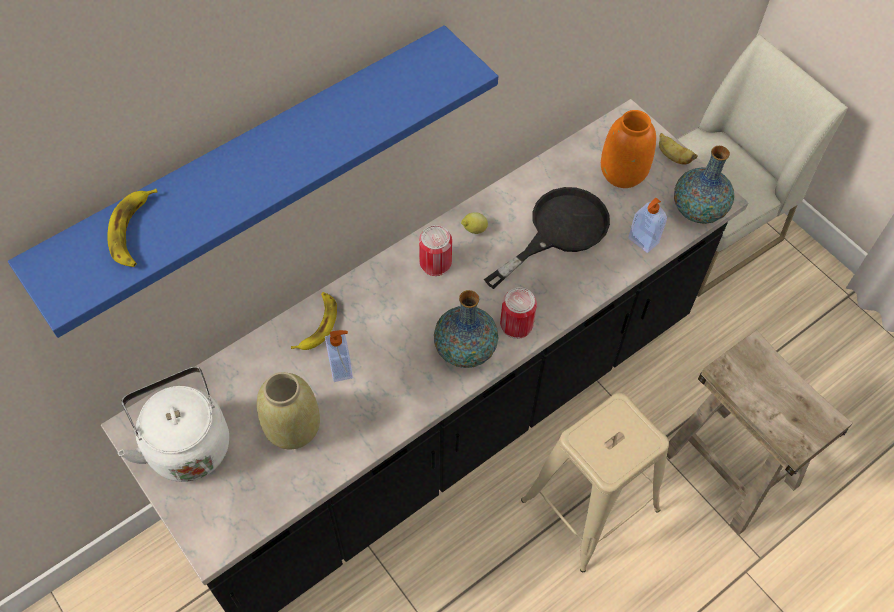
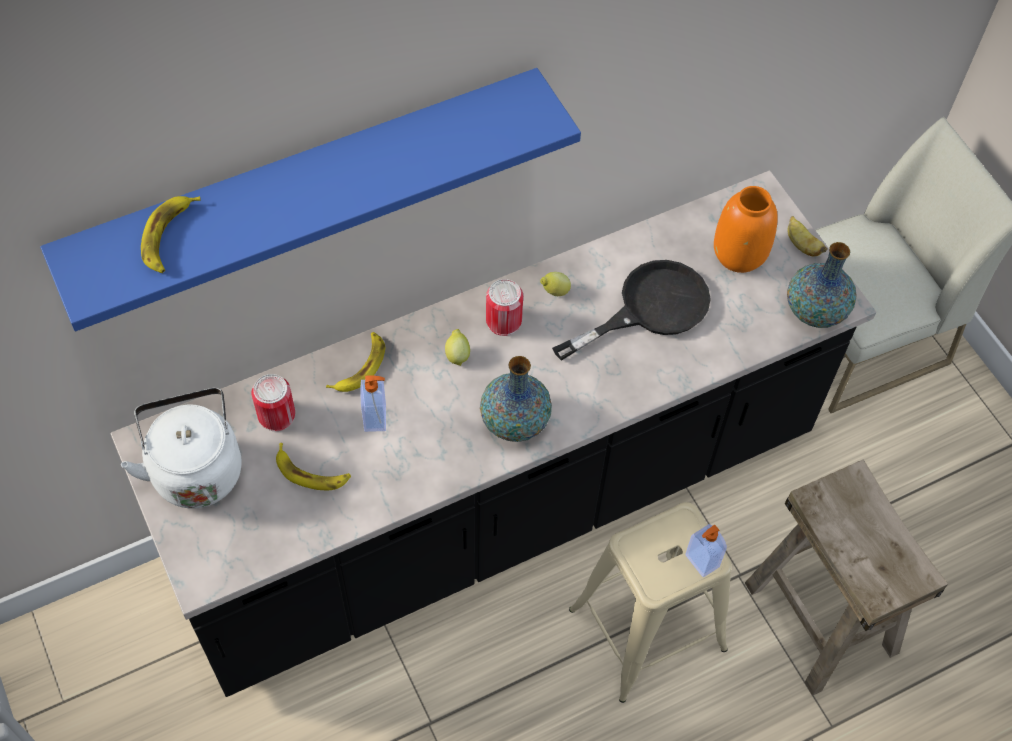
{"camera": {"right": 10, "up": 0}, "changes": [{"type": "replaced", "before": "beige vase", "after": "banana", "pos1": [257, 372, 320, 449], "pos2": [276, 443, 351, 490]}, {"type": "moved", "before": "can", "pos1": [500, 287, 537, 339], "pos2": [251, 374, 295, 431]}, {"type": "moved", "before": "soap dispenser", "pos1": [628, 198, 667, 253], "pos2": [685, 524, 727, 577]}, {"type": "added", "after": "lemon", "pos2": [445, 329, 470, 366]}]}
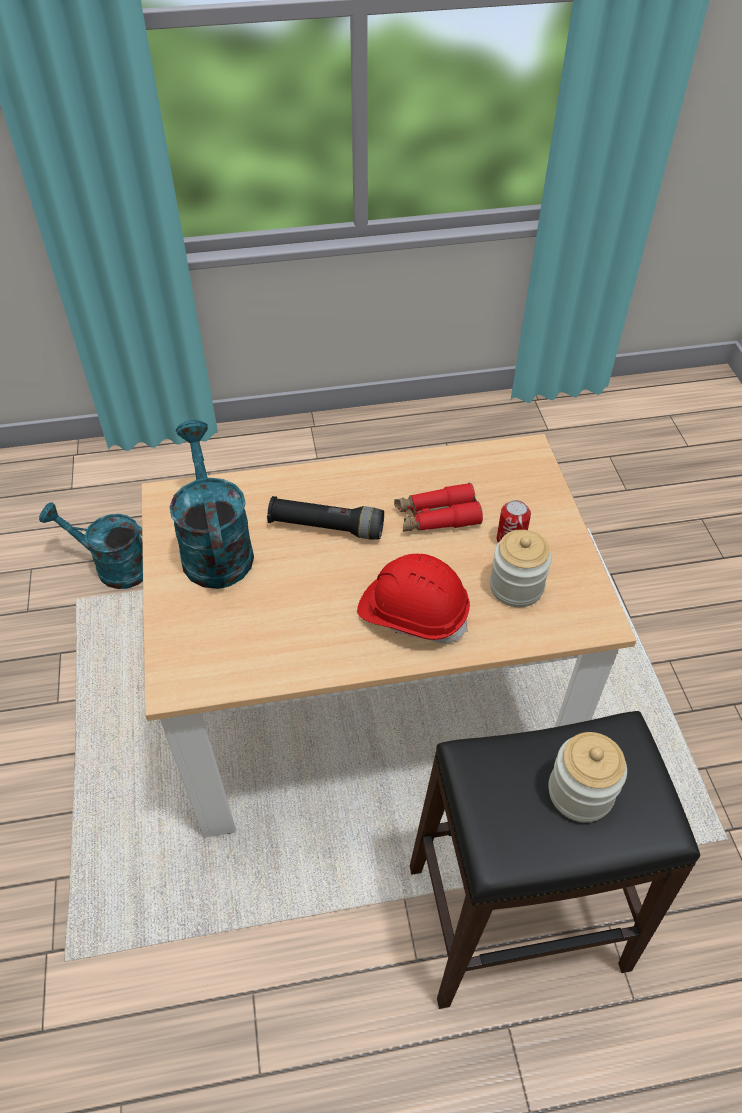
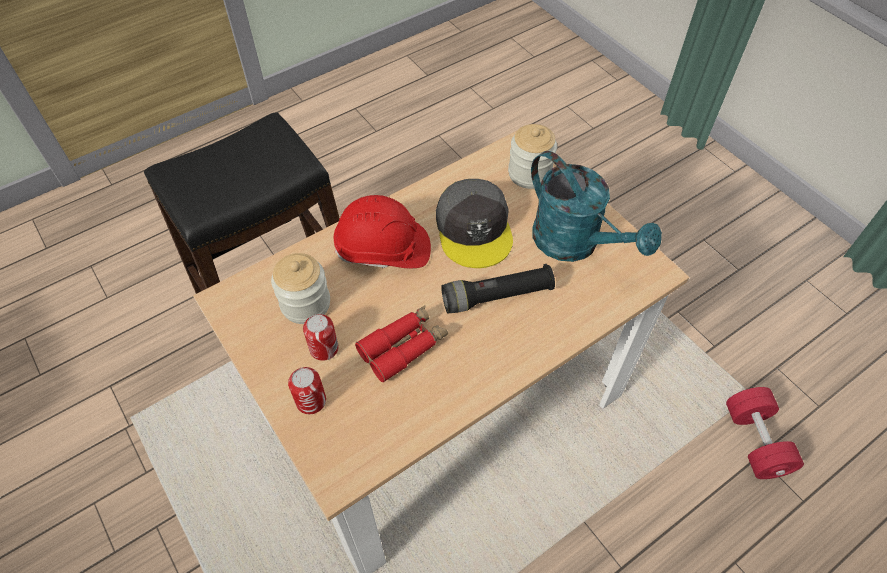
{"camera": {"right": 155, "up": 5}, "changes": [{"type": "replaced", "before": "turquoise watering can", "after": "red dumbbell", "pos1": [39, 502, 143, 589], "pos2": [726, 387, 804, 479]}, {"type": "moved", "before": "jar", "pos1": [548, 732, 627, 822], "pos2": [508, 124, 557, 189]}, {"type": "added", "after": "can", "pos2": [288, 367, 326, 414]}, {"type": "added", "after": "grey cap", "pos2": [436, 179, 513, 268]}]}
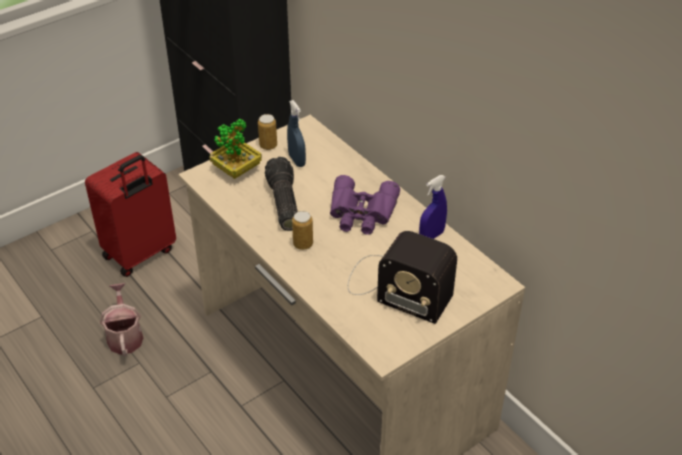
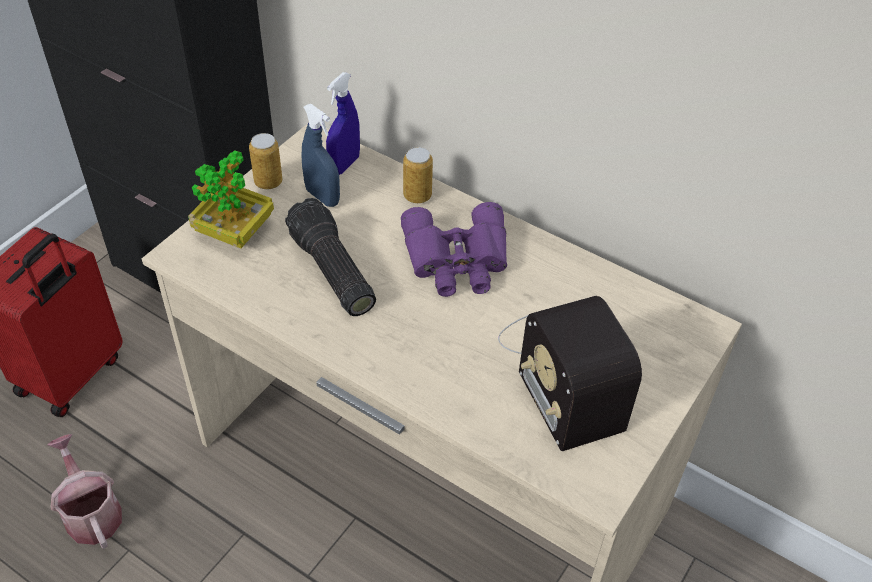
{"camera": {"right": -20, "up": 5}, "changes": [{"type": "moved", "before": "can", "pos1": [292, 211, 313, 250], "pos2": [403, 147, 433, 203]}, {"type": "turned", "before": "radio", "pos1": [348, 231, 457, 324], "pos2": [498, 296, 642, 451], "turn": 60}, {"type": "moved", "before": "blue spray bottle", "pos1": [419, 175, 447, 239], "pos2": [326, 72, 360, 175]}]}
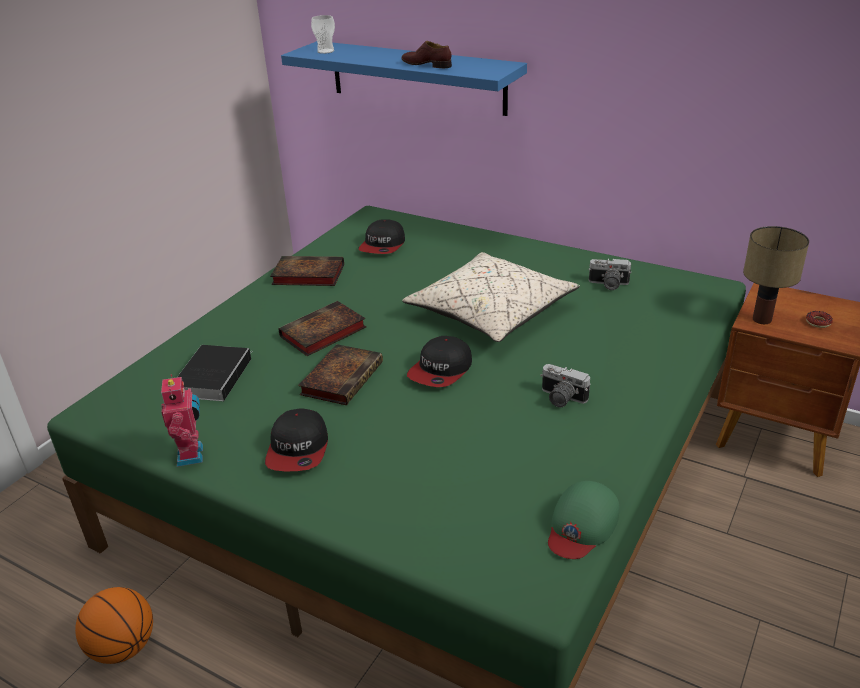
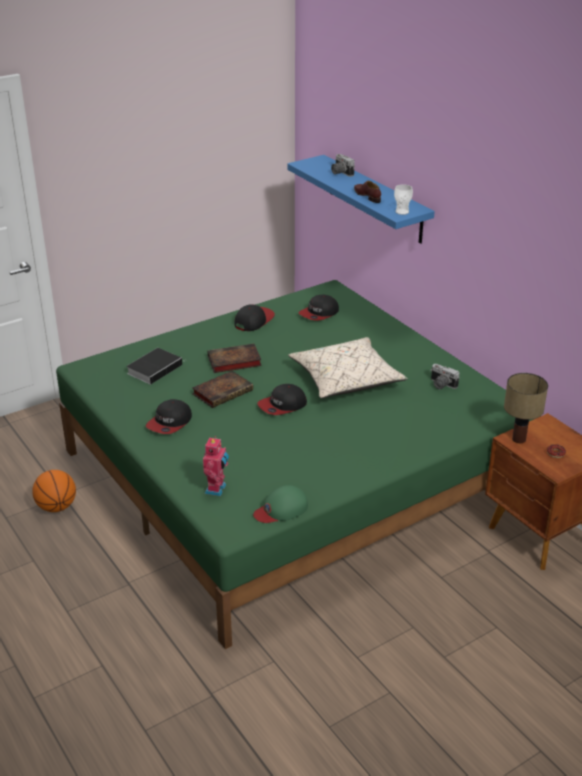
{"camera": {"right": 25, "up": 0}, "changes": [{"type": "moved", "before": "toy robot", "pos1": [161, 374, 203, 467], "pos2": [203, 436, 229, 496]}, {"type": "replaced", "before": "book", "after": "cap", "pos1": [270, 256, 344, 286], "pos2": [235, 304, 275, 331]}, {"type": "moved", "before": "cup", "pos1": [311, 15, 335, 54], "pos2": [394, 184, 413, 215]}, {"type": "moved", "before": "photo camera", "pos1": [540, 364, 591, 407], "pos2": [331, 154, 355, 177]}]}
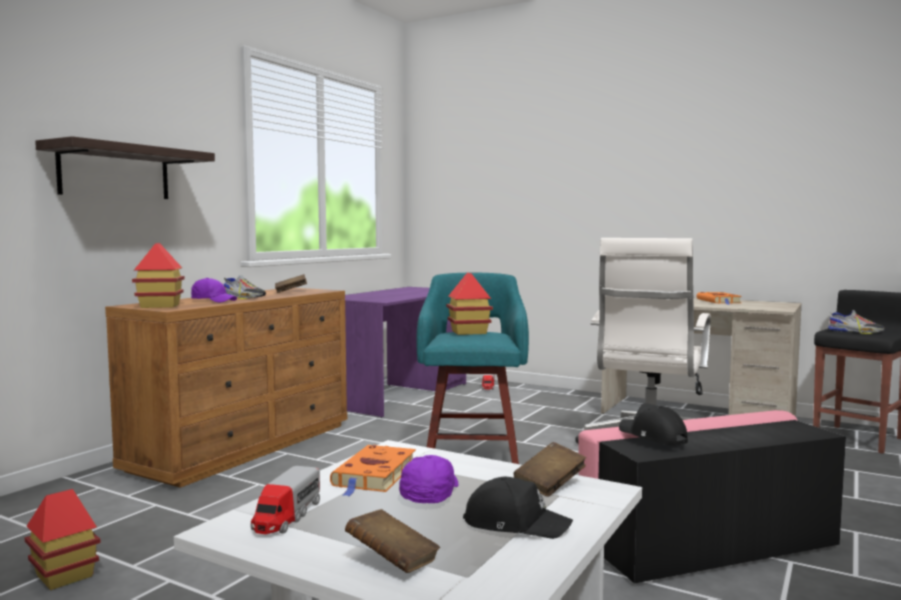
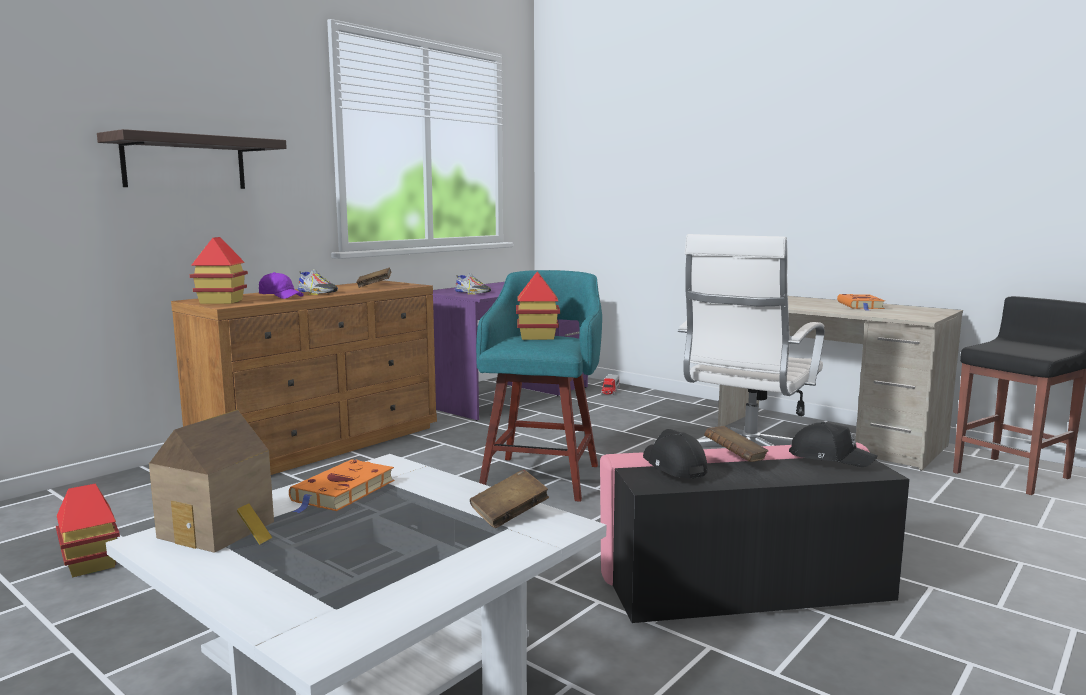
{"camera": {"right": 10, "up": 5}, "changes": [{"type": "replaced", "before": "toy truck", "after": "toy house", "pos1": [250, 466, 320, 534], "pos2": [149, 409, 274, 553]}, {"type": "moved", "before": "brown book", "pos1": [345, 509, 440, 573], "pos2": [704, 426, 768, 462]}, {"type": "removed", "before": "purple cap", "pos1": [399, 455, 458, 503]}, {"type": "moved", "before": "black cap", "pos1": [463, 476, 573, 539], "pos2": [789, 422, 878, 467]}, {"type": "moved", "before": "shoe", "pos1": [828, 310, 885, 334], "pos2": [455, 273, 491, 294]}]}
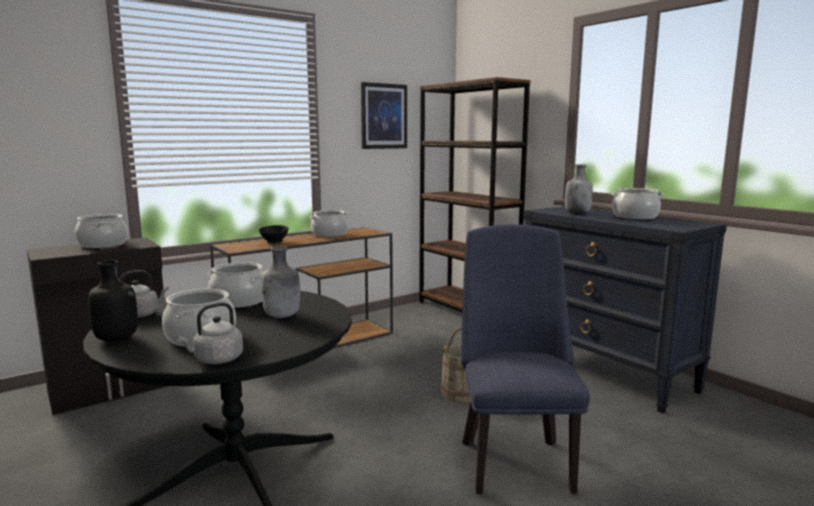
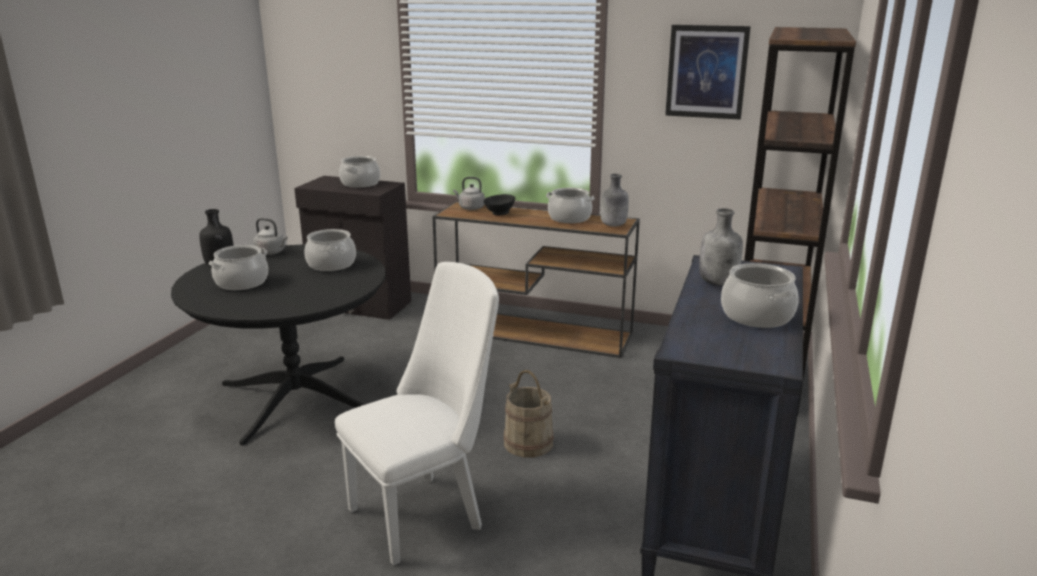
{"camera": {"right": 55, "up": 10}, "changes": [{"type": "moved", "before": "grey kettle", "pos1": [178, 302, 243, 364], "pos2": [453, 177, 485, 210]}, {"type": "moved", "before": "grey bottle", "pos1": [261, 246, 300, 318], "pos2": [600, 174, 629, 227]}, {"type": "recoloured", "before": "blue chair", "after": "white chair", "pos1": [461, 224, 590, 494], "pos2": [335, 262, 499, 566]}]}
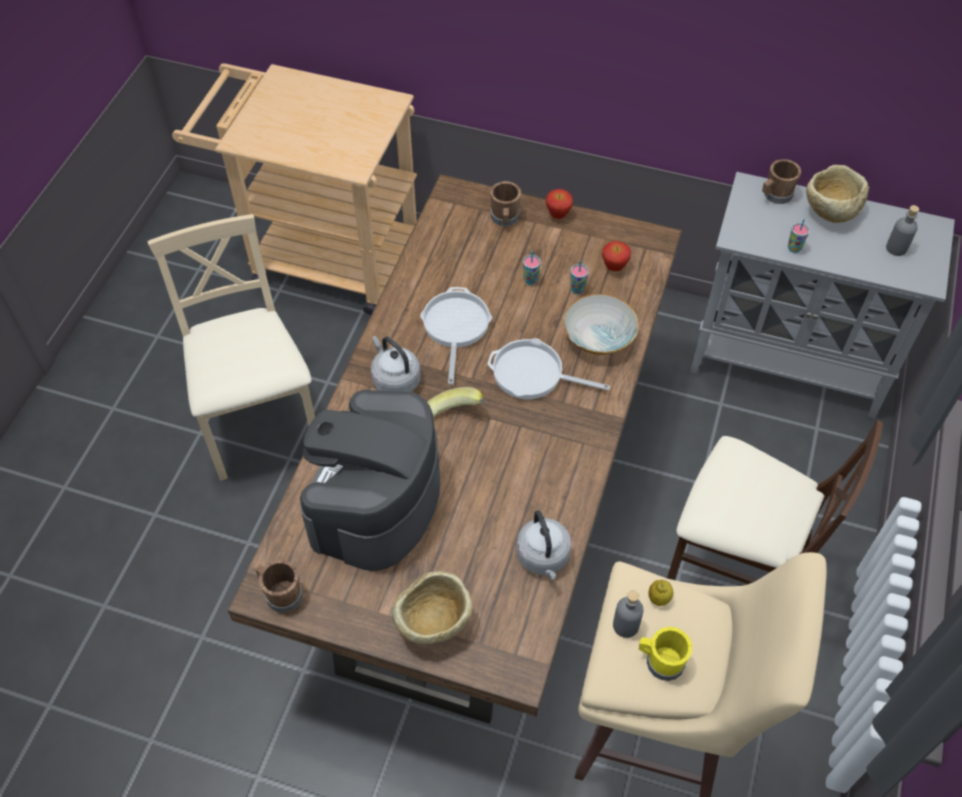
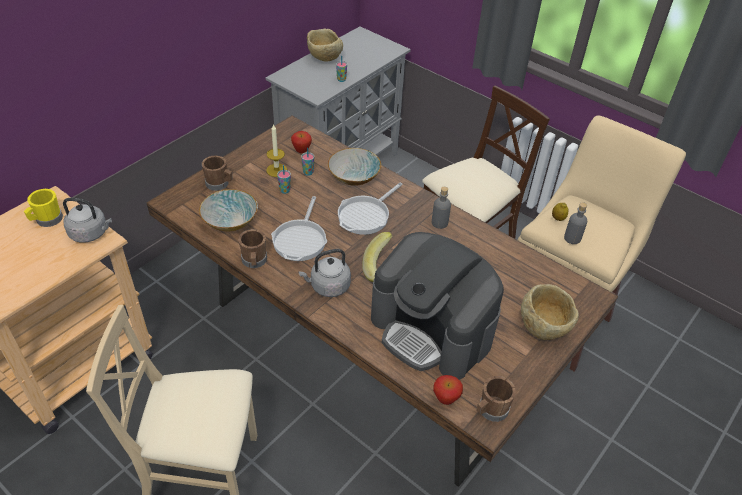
{"camera": {"right": -70, "up": -10}, "changes": [{"type": "turned", "before": "frying pan", "pos1": [420, 287, 492, 385], "pos2": [271, 196, 327, 261], "turn": -105}, {"type": "moved", "before": "grey kettle", "pos1": [516, 510, 572, 580], "pos2": [63, 198, 112, 243]}, {"type": "moved", "before": "apple", "pos1": [546, 189, 573, 219], "pos2": [433, 375, 463, 405]}, {"type": "moved", "before": "yellow mug", "pos1": [639, 627, 692, 681], "pos2": [24, 189, 63, 227]}, {"type": "moved", "before": "brown mug", "pos1": [762, 159, 801, 204], "pos2": [238, 229, 267, 268]}, {"type": "moved", "before": "grey bottle", "pos1": [886, 205, 919, 256], "pos2": [432, 187, 451, 229]}, {"type": "added", "after": "bowl", "pos2": [199, 189, 258, 232]}, {"type": "added", "after": "candle", "pos2": [266, 124, 287, 177]}]}
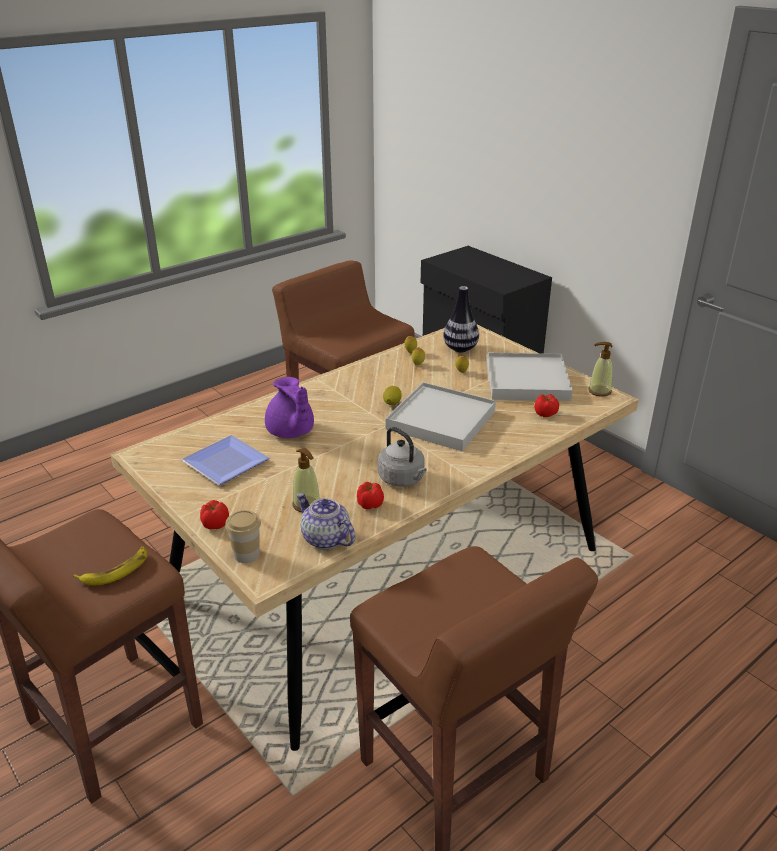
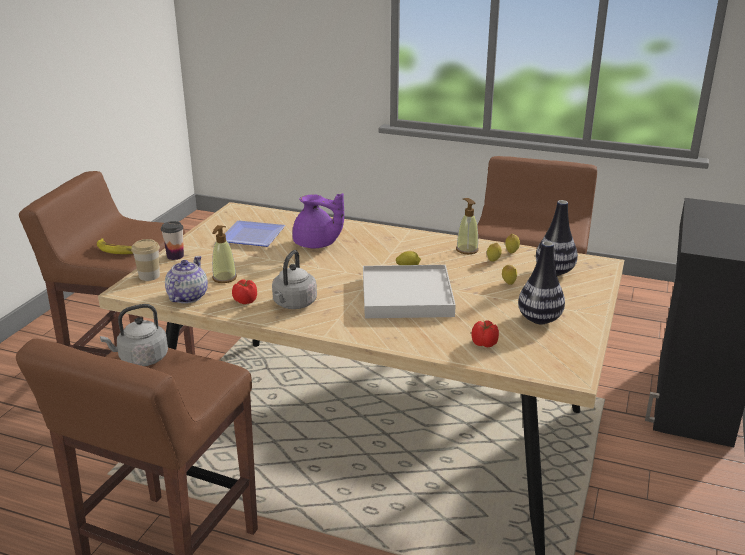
{"camera": {"right": 60, "up": -5}, "changes": [{"type": "replaced", "before": "tomato", "after": "cup", "pos1": [200, 500, 229, 529], "pos2": [161, 221, 184, 260]}, {"type": "turned", "before": "purple teapot", "pos1": [265, 377, 314, 438], "pos2": [292, 193, 344, 248], "turn": -90}, {"type": "replaced", "before": "white tray", "after": "vase", "pos1": [487, 352, 573, 401], "pos2": [518, 241, 565, 324]}, {"type": "moved", "before": "soap dispenser", "pos1": [588, 342, 613, 397], "pos2": [456, 198, 479, 254]}, {"type": "added", "after": "grey kettle", "pos2": [100, 304, 168, 366]}]}
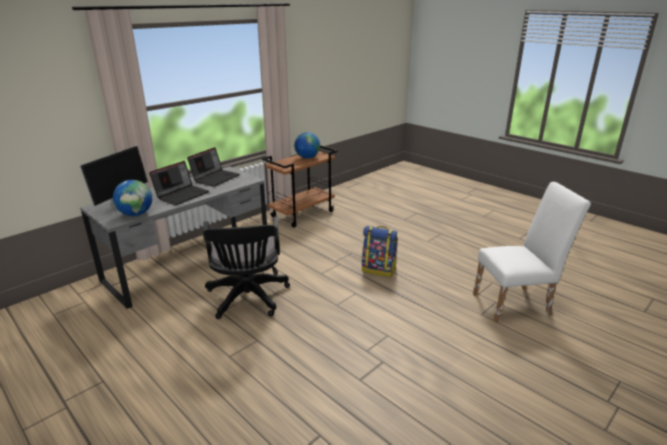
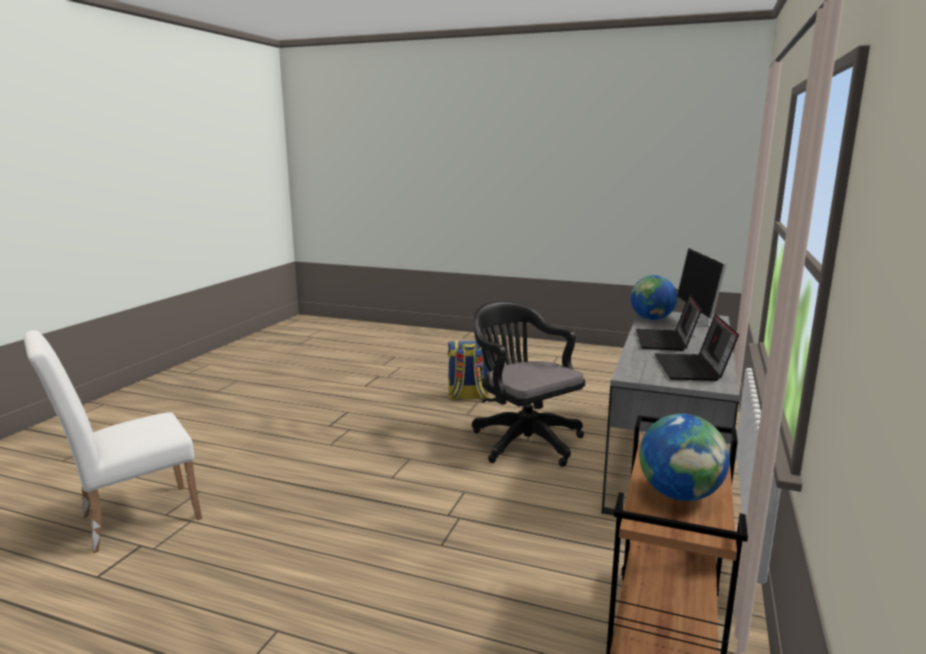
{"camera": {"right": 155, "up": -10}, "changes": [{"type": "moved", "before": "backpack", "pos1": [362, 226, 398, 277], "pos2": [448, 341, 489, 400]}]}
